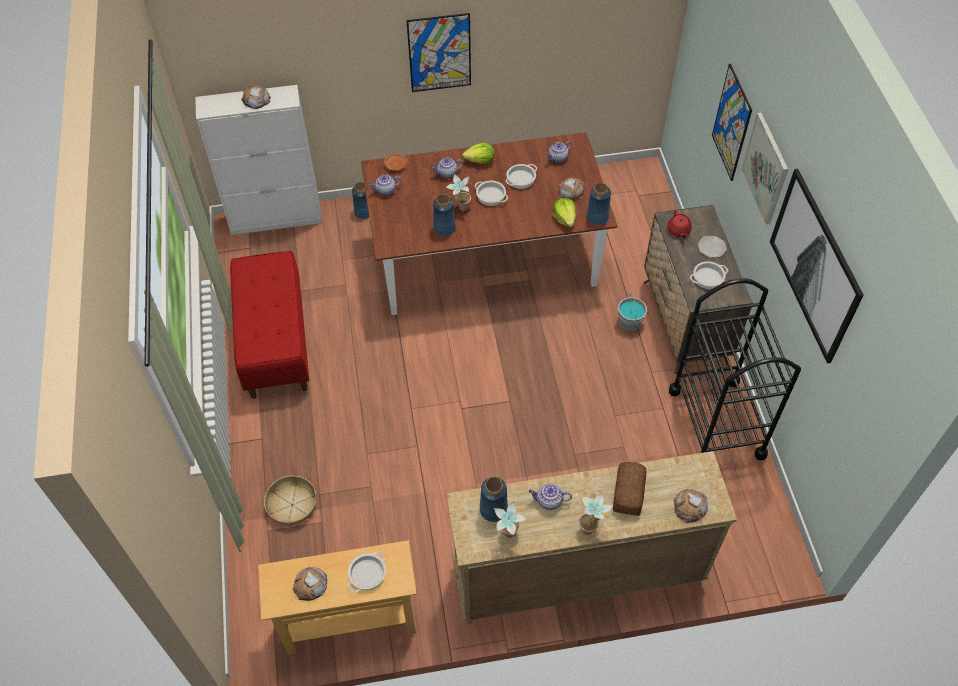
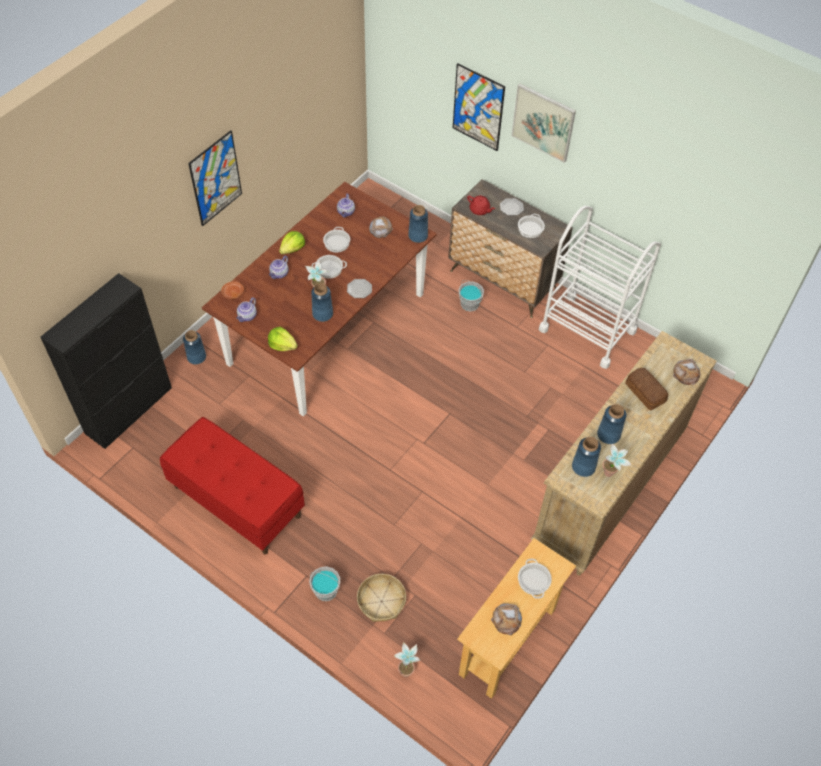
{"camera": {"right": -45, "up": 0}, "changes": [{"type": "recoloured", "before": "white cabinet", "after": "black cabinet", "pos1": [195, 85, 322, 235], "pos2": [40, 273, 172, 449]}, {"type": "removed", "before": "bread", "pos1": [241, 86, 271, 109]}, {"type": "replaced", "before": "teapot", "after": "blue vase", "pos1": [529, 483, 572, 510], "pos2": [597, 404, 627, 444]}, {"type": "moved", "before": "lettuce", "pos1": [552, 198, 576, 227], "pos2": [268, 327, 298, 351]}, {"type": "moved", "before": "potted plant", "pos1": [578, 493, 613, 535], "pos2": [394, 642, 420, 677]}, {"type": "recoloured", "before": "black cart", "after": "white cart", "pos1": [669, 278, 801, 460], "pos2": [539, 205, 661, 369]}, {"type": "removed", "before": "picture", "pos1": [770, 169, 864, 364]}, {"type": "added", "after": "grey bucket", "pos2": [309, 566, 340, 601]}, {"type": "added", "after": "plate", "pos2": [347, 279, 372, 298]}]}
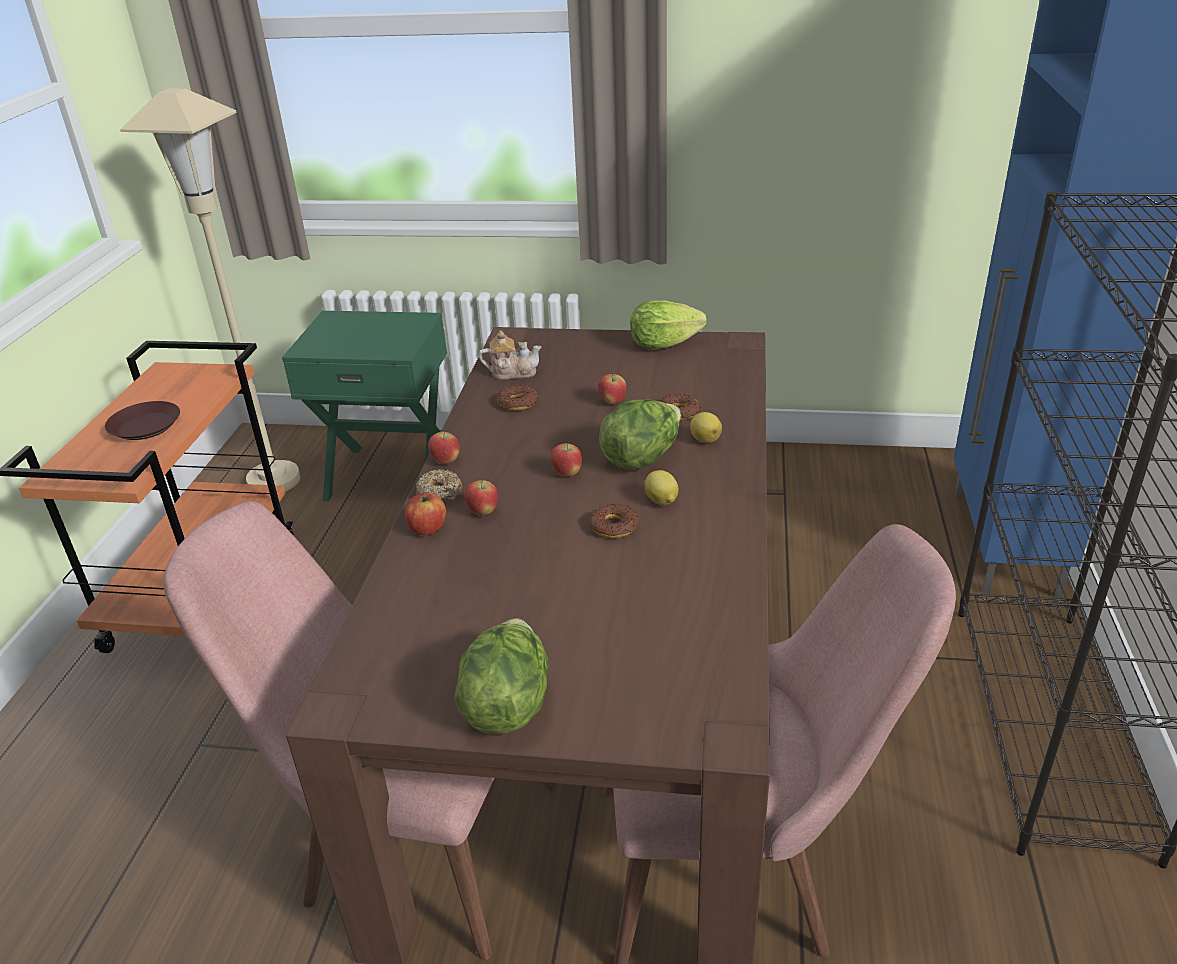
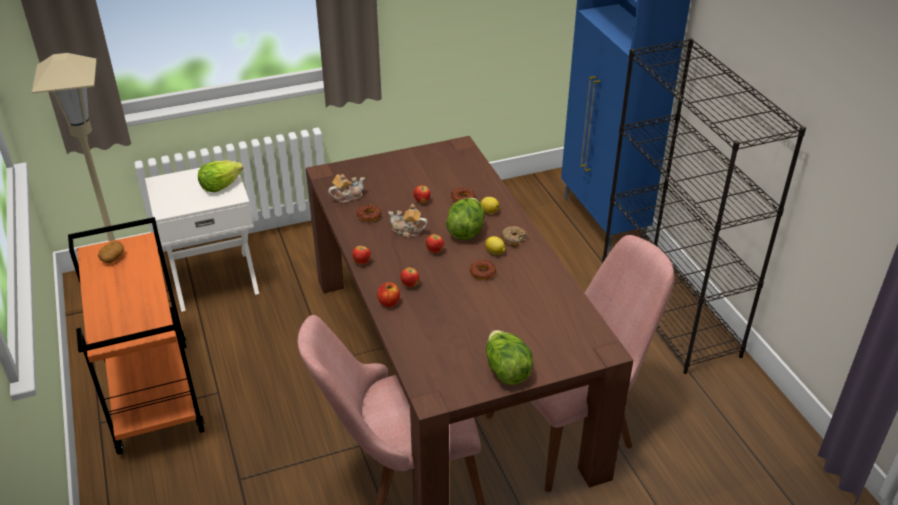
{"camera": {"right": -30, "up": 5}, "changes": [{"type": "removed", "before": "brown plate", "pos1": [105, 401, 180, 440]}, {"type": "recoloured", "before": "green nightstand", "after": "white nightstand", "pos1": [282, 311, 447, 502], "pos2": [145, 161, 259, 312]}, {"type": "moved", "before": "donut", "pos1": [416, 469, 462, 501], "pos2": [501, 226, 527, 247]}, {"type": "moved", "before": "lettuce", "pos1": [630, 300, 707, 349], "pos2": [198, 160, 243, 192]}, {"type": "added", "after": "potato", "pos2": [98, 241, 124, 263]}, {"type": "added", "after": "teapot", "pos2": [388, 203, 428, 238]}]}
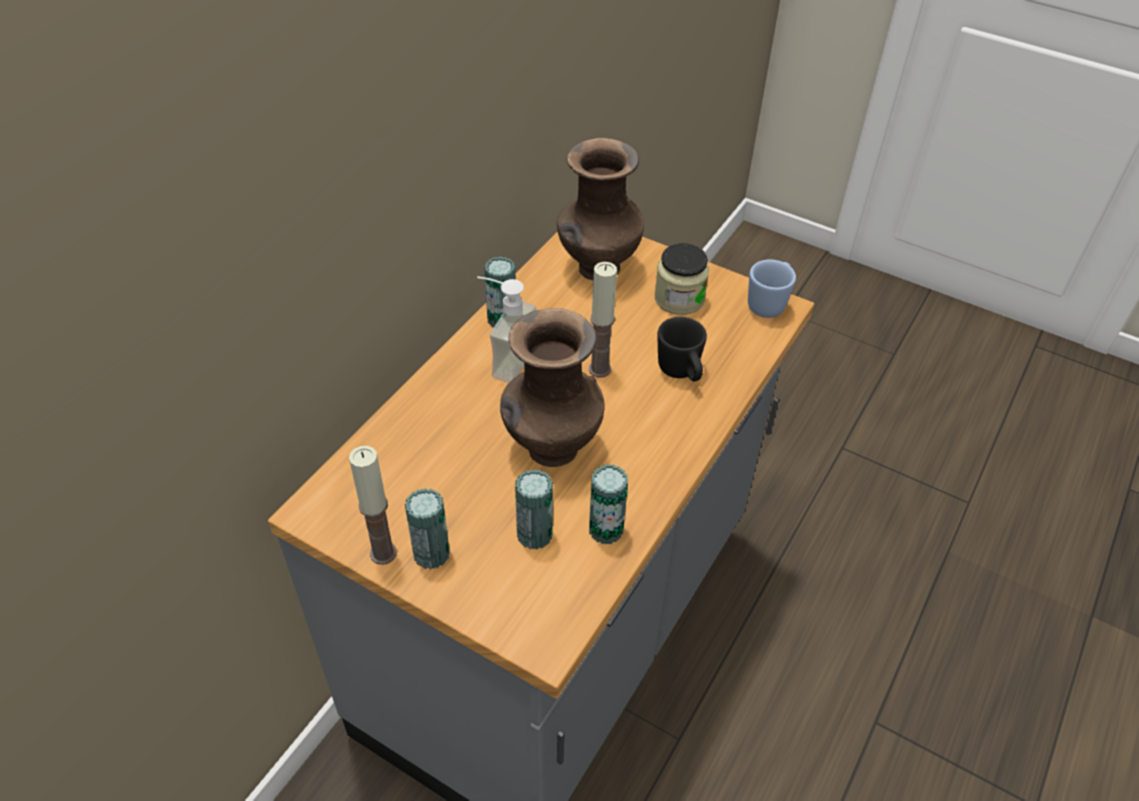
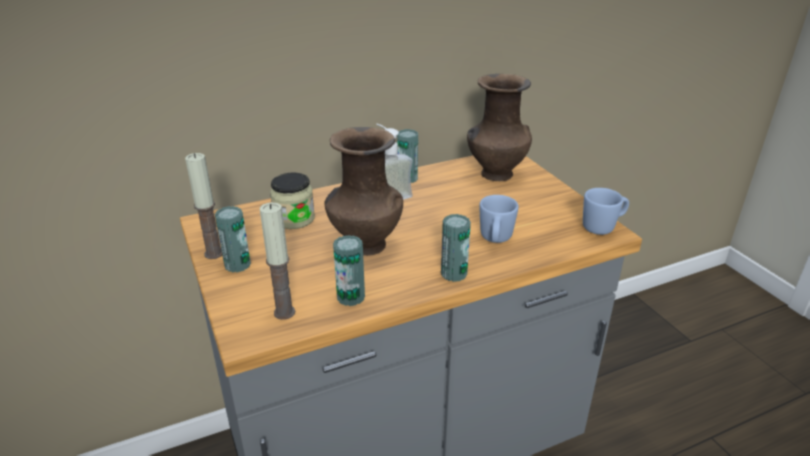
{"camera": {"right": 35, "up": -15}, "changes": [{"type": "moved", "before": "can", "pos1": [515, 469, 553, 550], "pos2": [441, 214, 471, 282]}, {"type": "moved", "before": "candle", "pos1": [588, 262, 617, 378], "pos2": [260, 202, 295, 320]}, {"type": "moved", "before": "jar", "pos1": [654, 243, 709, 315], "pos2": [270, 172, 315, 229]}, {"type": "recoloured", "before": "black mug", "after": "blue mug", "pos1": [658, 317, 707, 381], "pos2": [479, 195, 519, 243]}]}
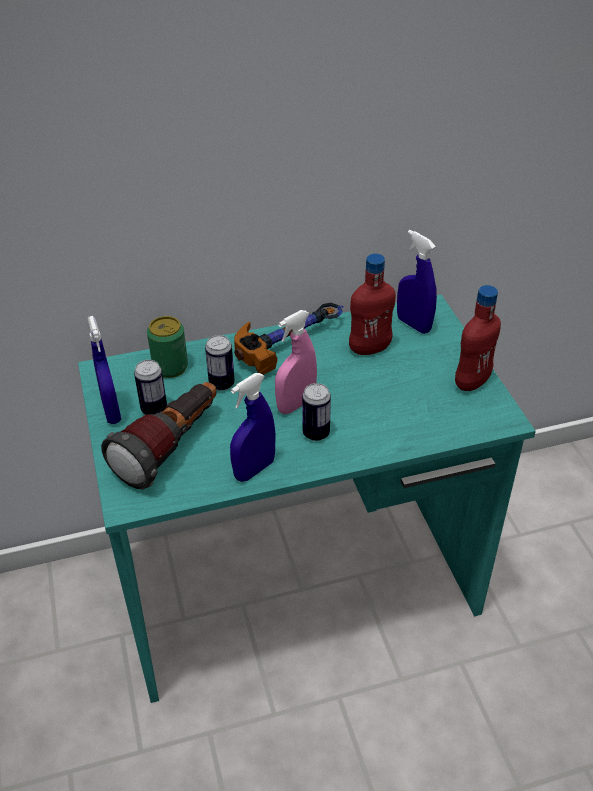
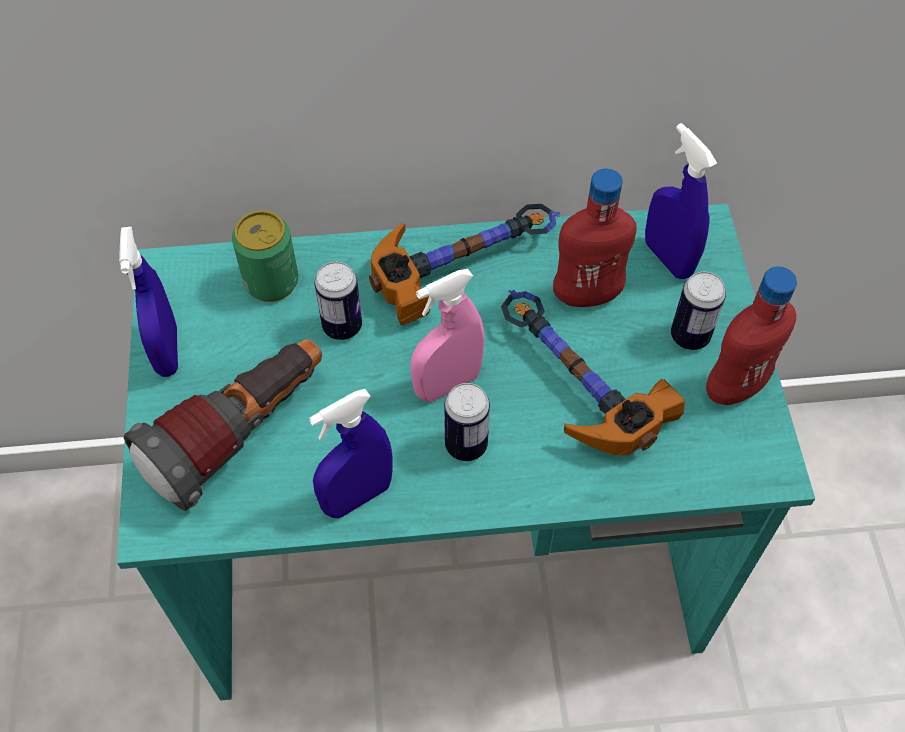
{"camera": {"right": 10, "up": 15}, "changes": [{"type": "moved", "before": "can", "pos1": [134, 360, 167, 415], "pos2": [671, 272, 726, 350]}, {"type": "added", "after": "hammer", "pos2": [501, 290, 685, 455]}]}
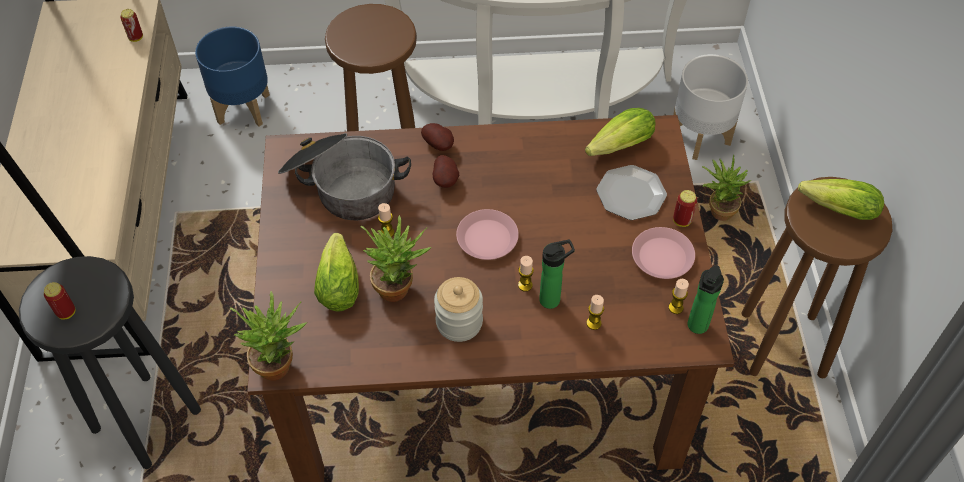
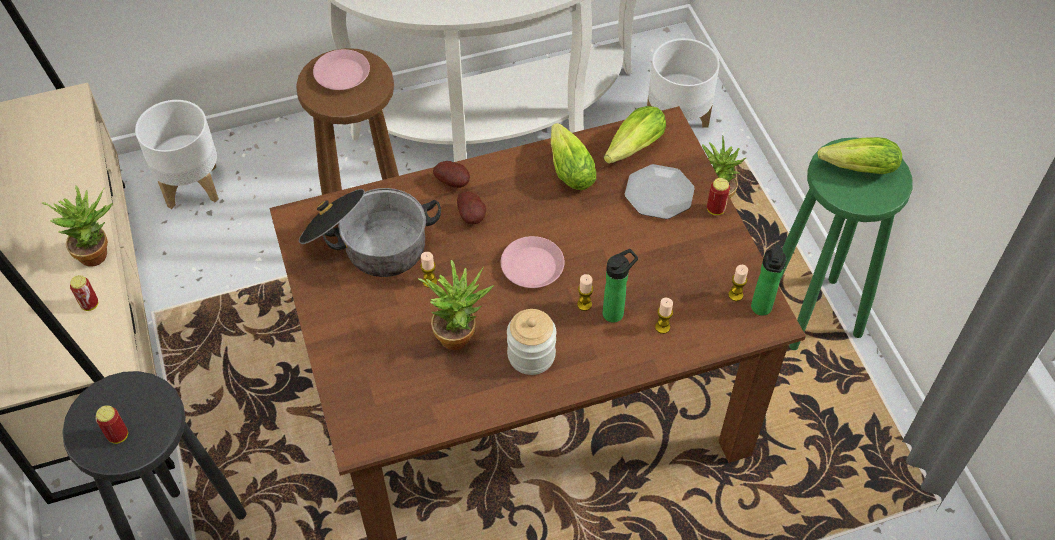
{"camera": {"right": -15, "up": 0}, "changes": [{"type": "moved", "before": "can", "pos1": [121, 9, 143, 42], "pos2": [70, 275, 98, 311]}, {"type": "recoloured", "before": "blue planter", "after": "white planter", "pos1": [195, 27, 270, 126], "pos2": [135, 100, 219, 209]}, {"type": "moved", "before": "potted plant", "pos1": [230, 291, 307, 381], "pos2": [42, 185, 113, 267]}, {"type": "moved", "before": "lettuce", "pos1": [314, 233, 359, 311], "pos2": [551, 123, 596, 190]}, {"type": "moved", "before": "pink plate", "pos1": [632, 227, 695, 279], "pos2": [313, 49, 370, 90]}, {"type": "recoloured", "before": "brown stool", "after": "green stool", "pos1": [741, 177, 892, 378], "pos2": [779, 137, 912, 350]}]}
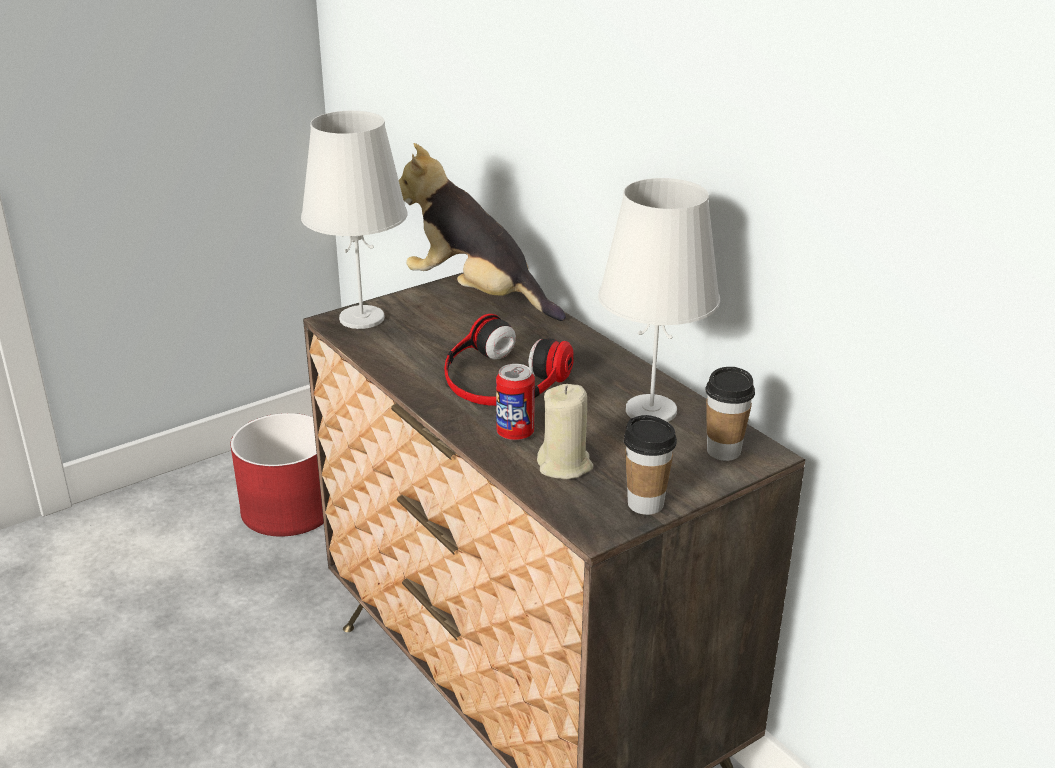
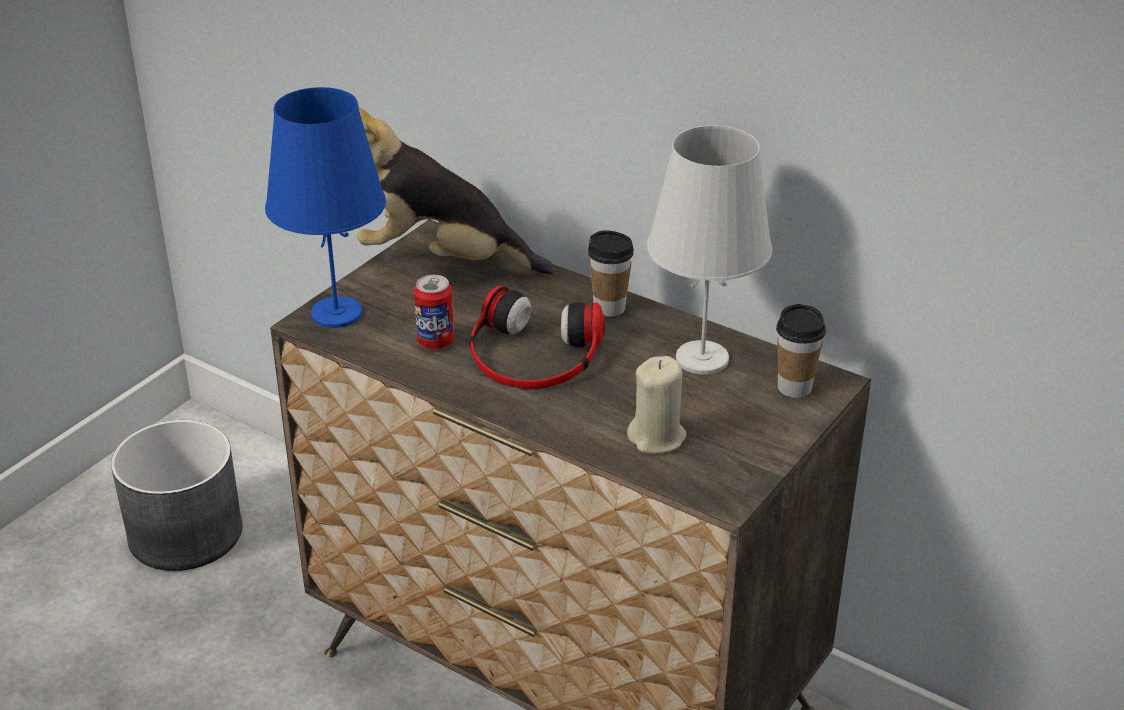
{"camera": {"right": -20, "up": 5}, "changes": [{"type": "recoloured", "before": "red planter", "after": "grey planter", "pos1": [231, 413, 324, 537], "pos2": [111, 420, 243, 571]}, {"type": "recoloured", "before": "white table lamp", "after": "blue table lamp", "pos1": [301, 111, 408, 329], "pos2": [265, 87, 386, 328]}, {"type": "moved", "before": "can", "pos1": [496, 364, 535, 440], "pos2": [414, 275, 454, 350]}, {"type": "moved", "before": "cup", "pos1": [624, 415, 677, 515], "pos2": [588, 230, 634, 317]}]}
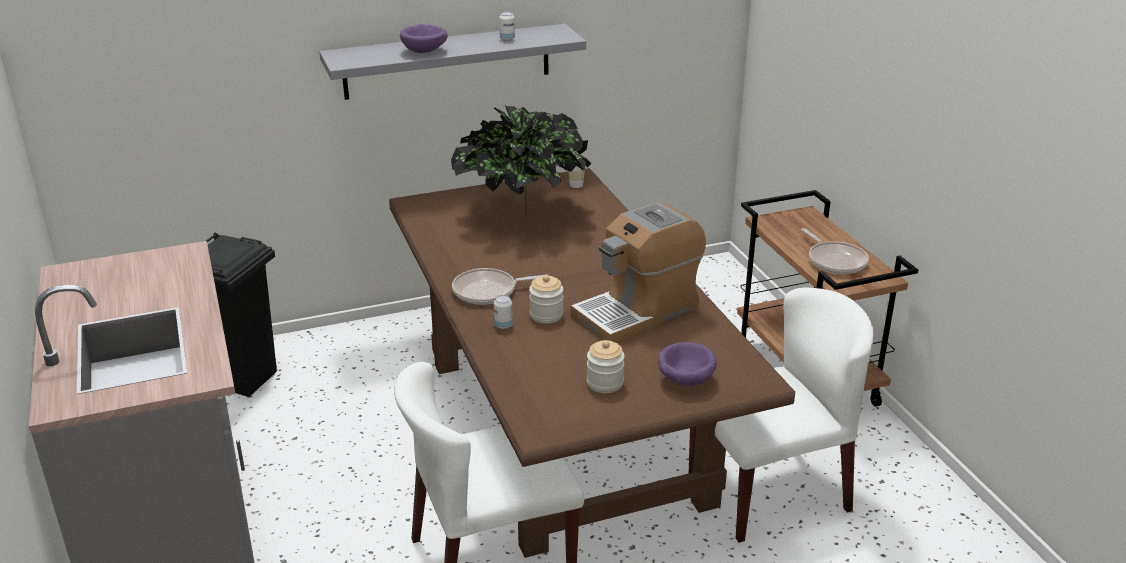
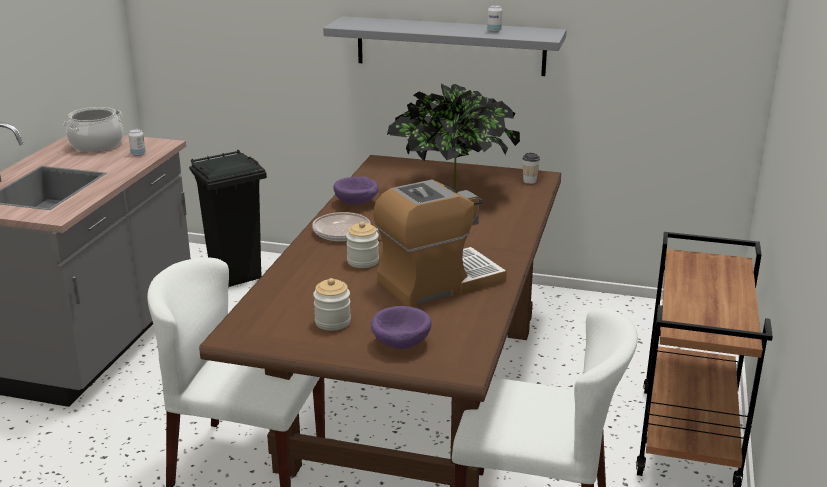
{"camera": {"right": 35, "up": -5}, "changes": [{"type": "moved", "before": "purple bowl", "pos1": [400, 24, 448, 53], "pos2": [333, 176, 379, 204]}, {"type": "moved", "before": "can", "pos1": [494, 295, 513, 329], "pos2": [128, 129, 146, 156]}, {"type": "turned", "before": "coffee machine", "pos1": [571, 202, 706, 343], "pos2": [373, 180, 507, 307], "turn": 150}, {"type": "removed", "before": "frying pan", "pos1": [801, 228, 869, 274]}, {"type": "added", "after": "cooking pot", "pos2": [63, 107, 123, 152]}]}
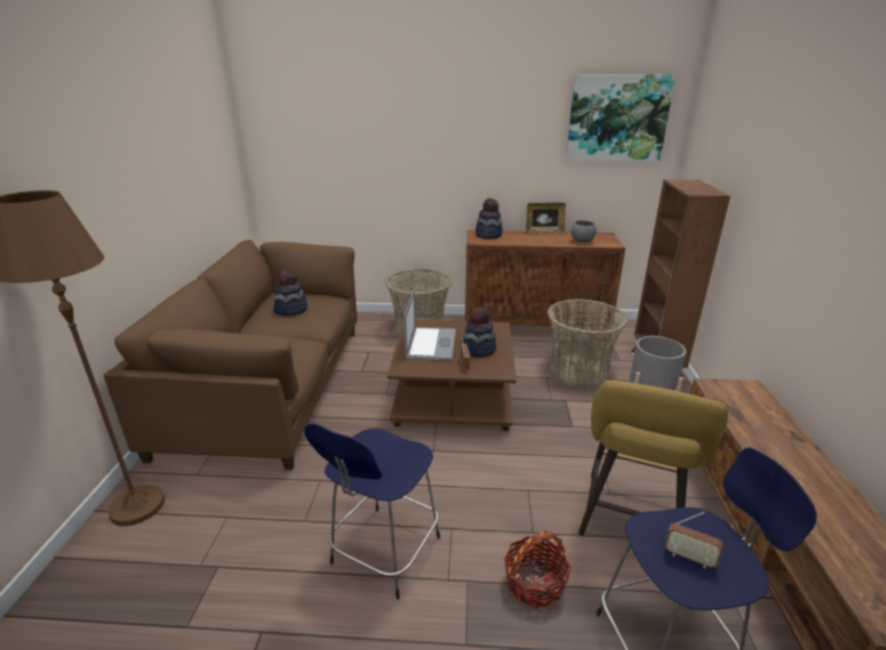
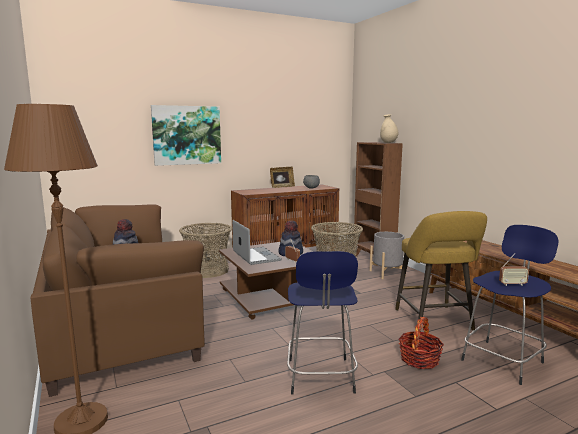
{"camera": {"right": -30, "up": -15}, "changes": [{"type": "removed", "before": "hat", "pos1": [475, 198, 503, 239]}, {"type": "moved", "before": "picture", "pos1": [566, 74, 676, 162], "pos2": [151, 105, 221, 166]}, {"type": "added", "after": "beige vase", "pos2": [380, 114, 399, 143]}]}
